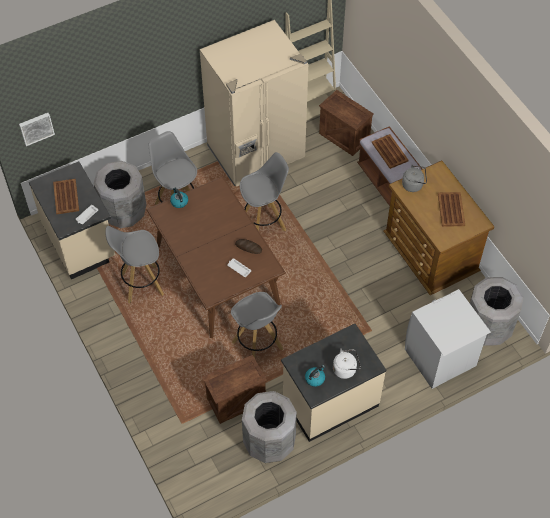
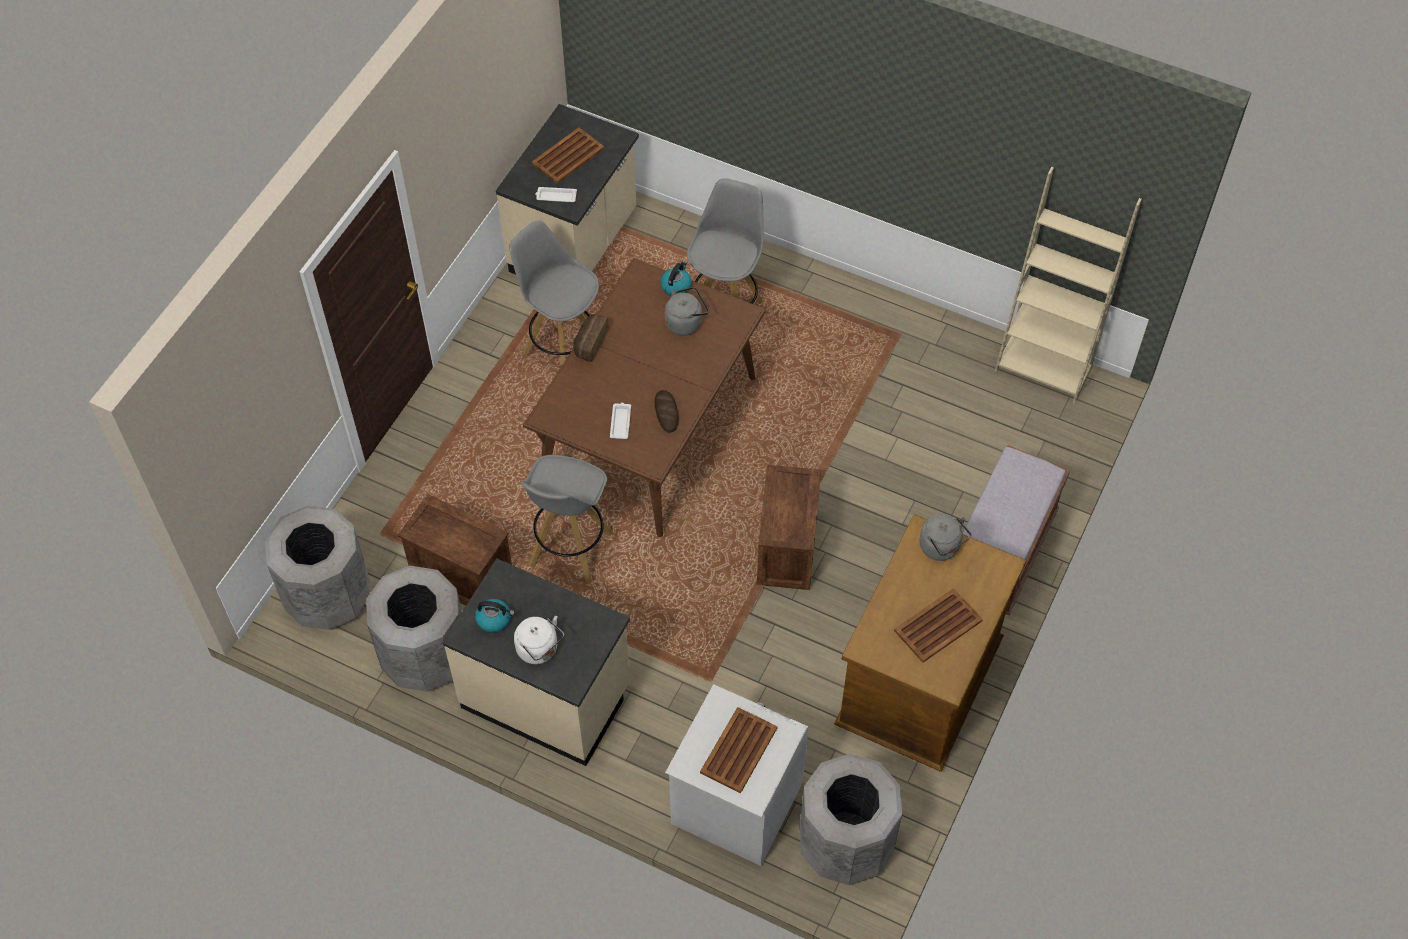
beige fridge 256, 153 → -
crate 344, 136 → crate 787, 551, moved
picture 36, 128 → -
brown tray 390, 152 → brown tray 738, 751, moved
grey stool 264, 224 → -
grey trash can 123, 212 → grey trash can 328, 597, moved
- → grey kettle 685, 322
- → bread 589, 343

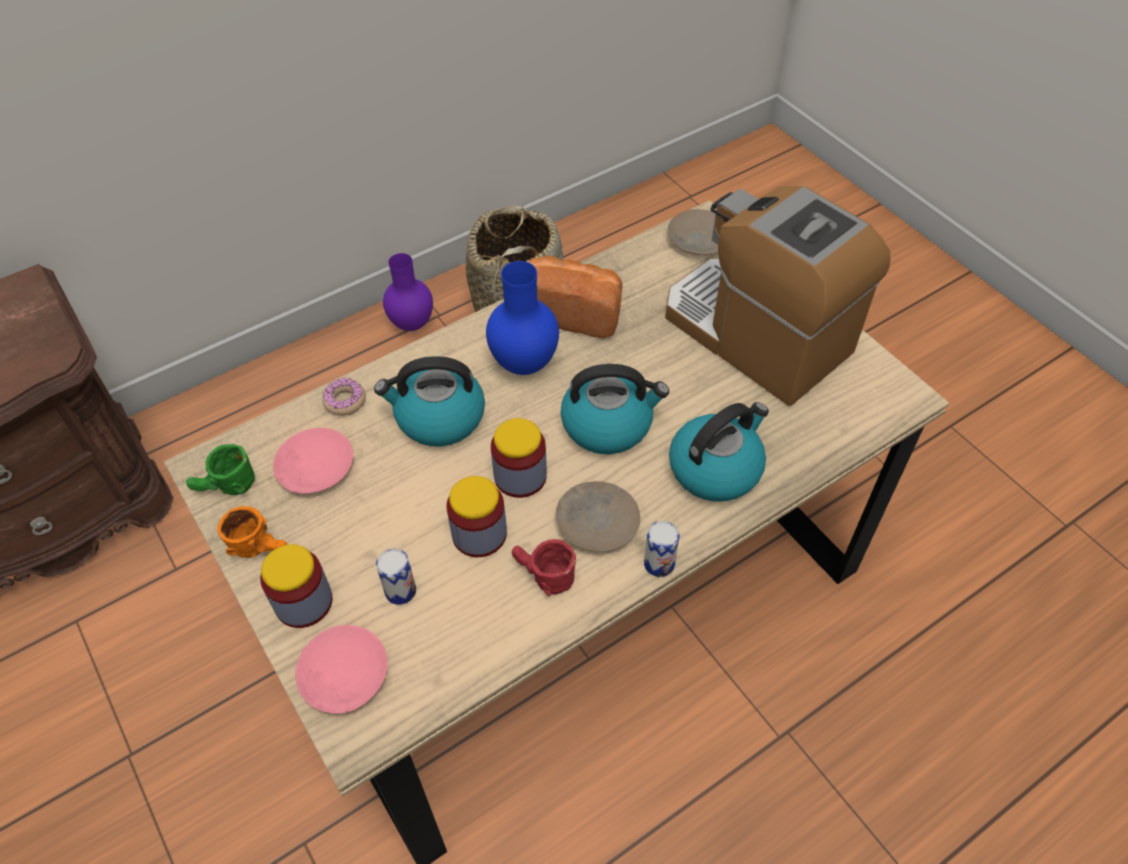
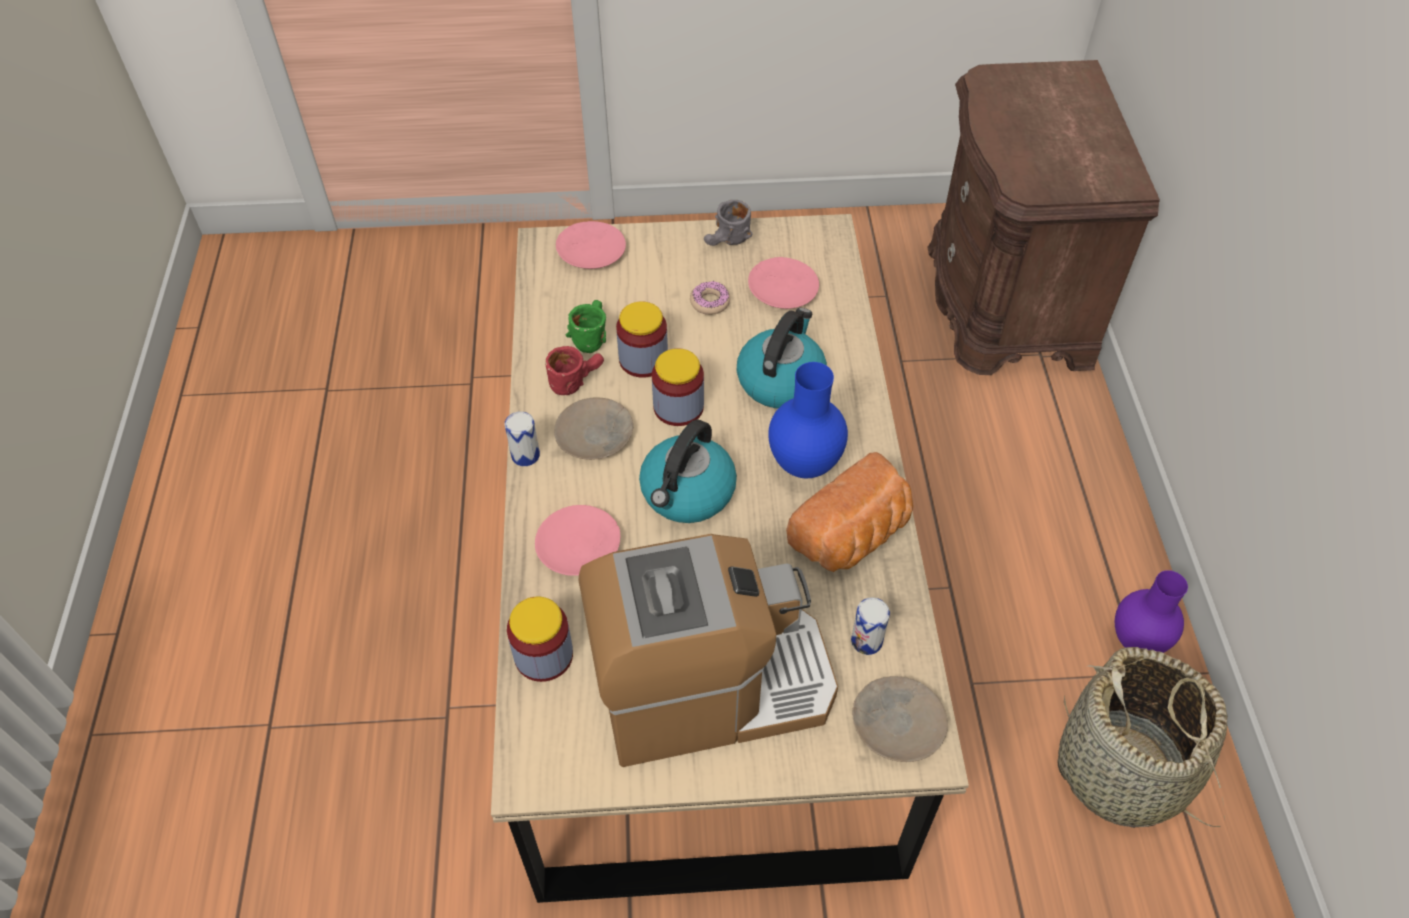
donut 345, 401 → donut 710, 302, moved
kettle 715, 468 → pink plate 580, 547
green mug 226, 488 → green mug 590, 335, moved
orange mug 262, 547 → grey mug 727, 242
jar 303, 602 → jar 543, 655, moved
can 400, 591 → can 866, 641, moved

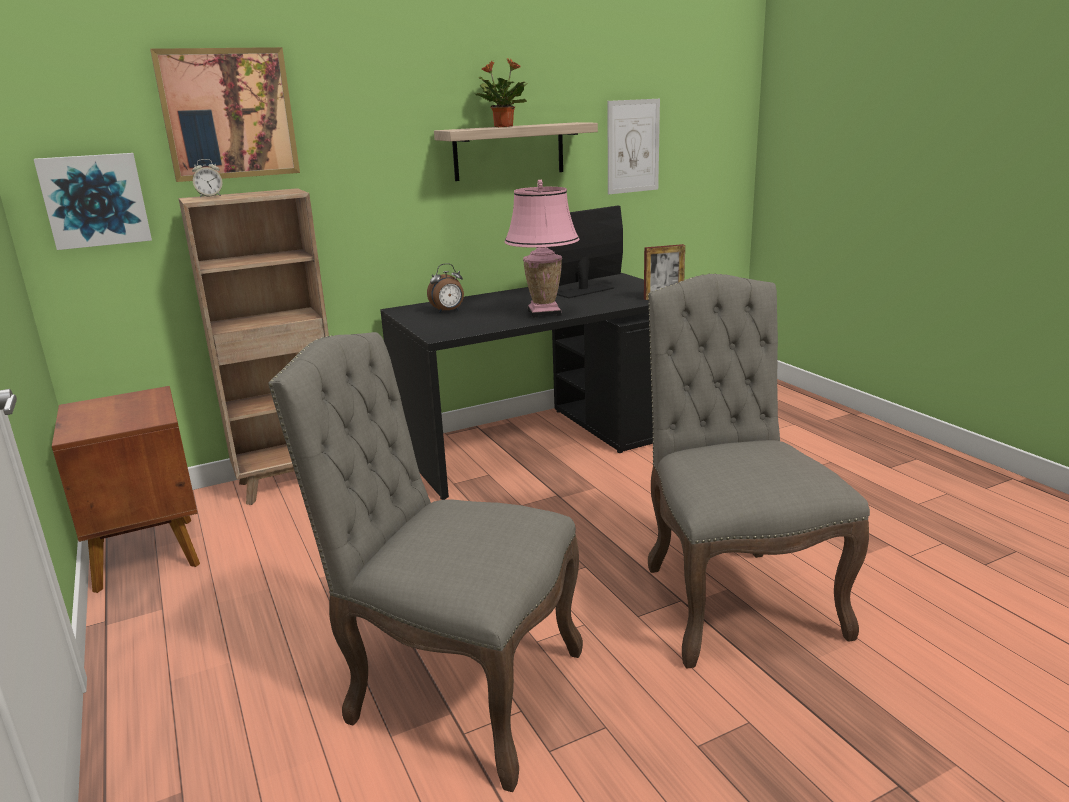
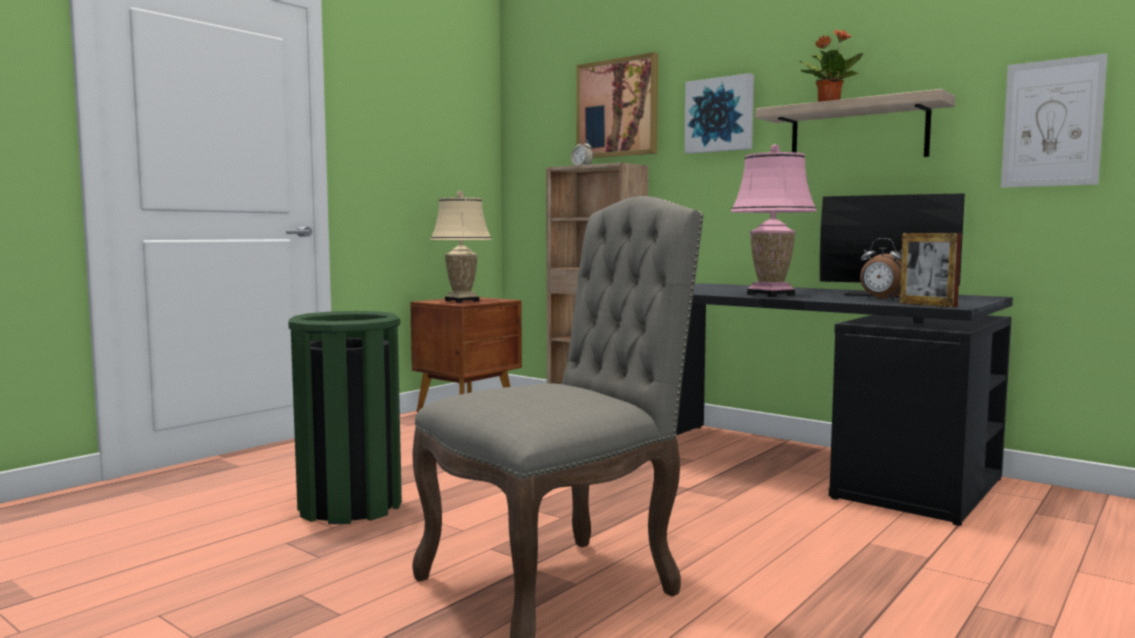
picture 95, 200 → picture 720, 115, moved
alarm clock 448, 311 → alarm clock 881, 299, moved
grey chair 459, 691 → green trash can 350, 506
- → beige table lamp 461, 301

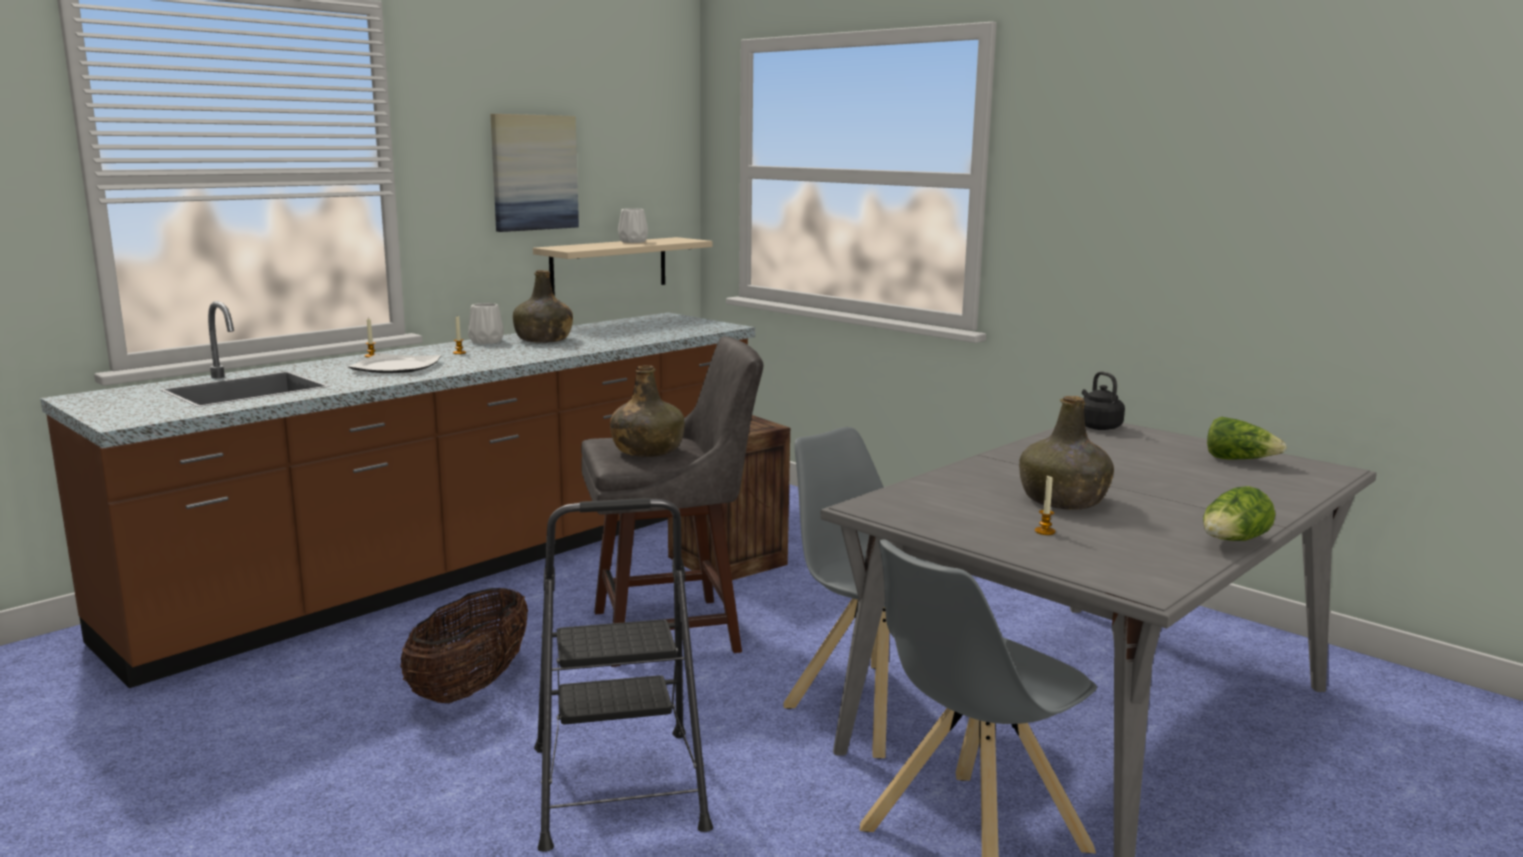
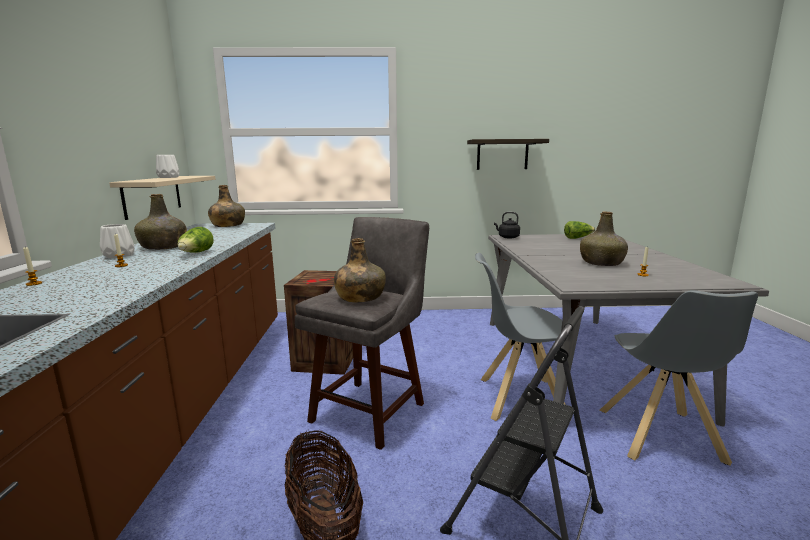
picture 534, 172 → -
plate 396, 367 → -
lettuce 1233, 542 → lettuce 196, 253, moved
- → shelf 502, 154
- → green bottle 227, 225

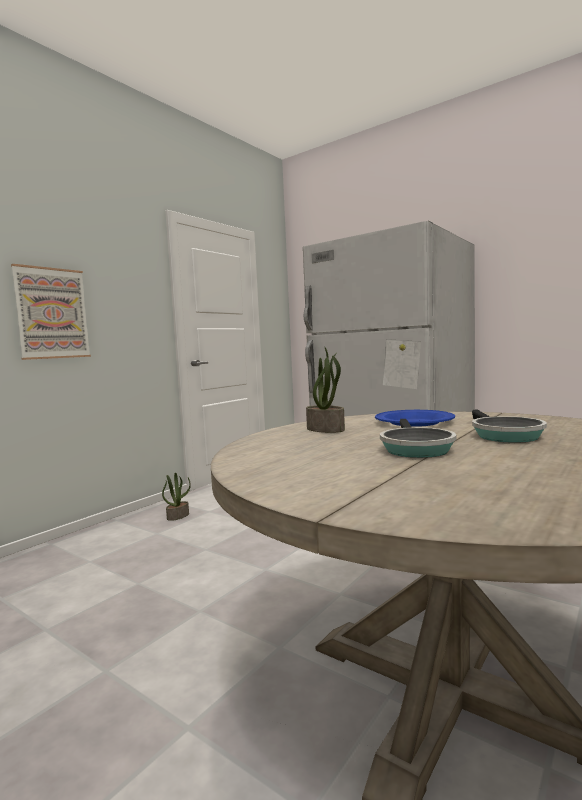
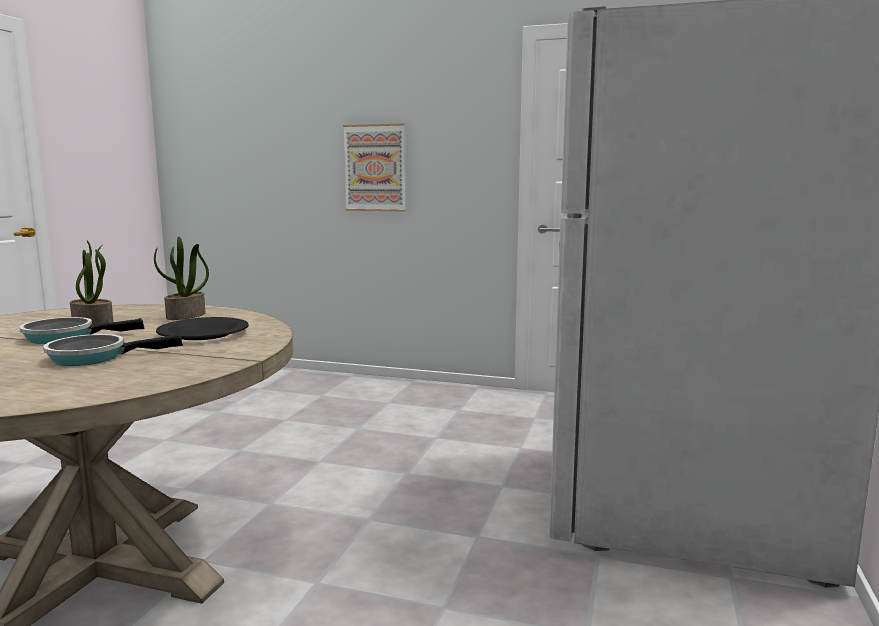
blue plate 413, 422 → black plate 204, 334
potted plant 178, 516 → potted plant 94, 323, moved

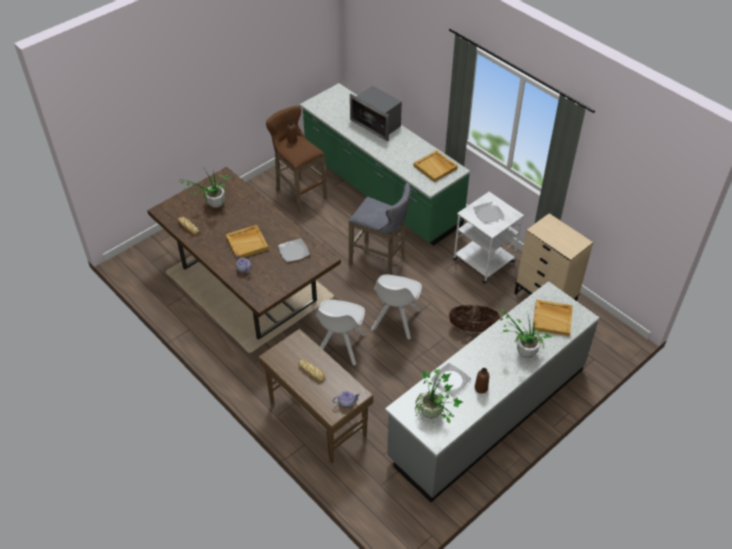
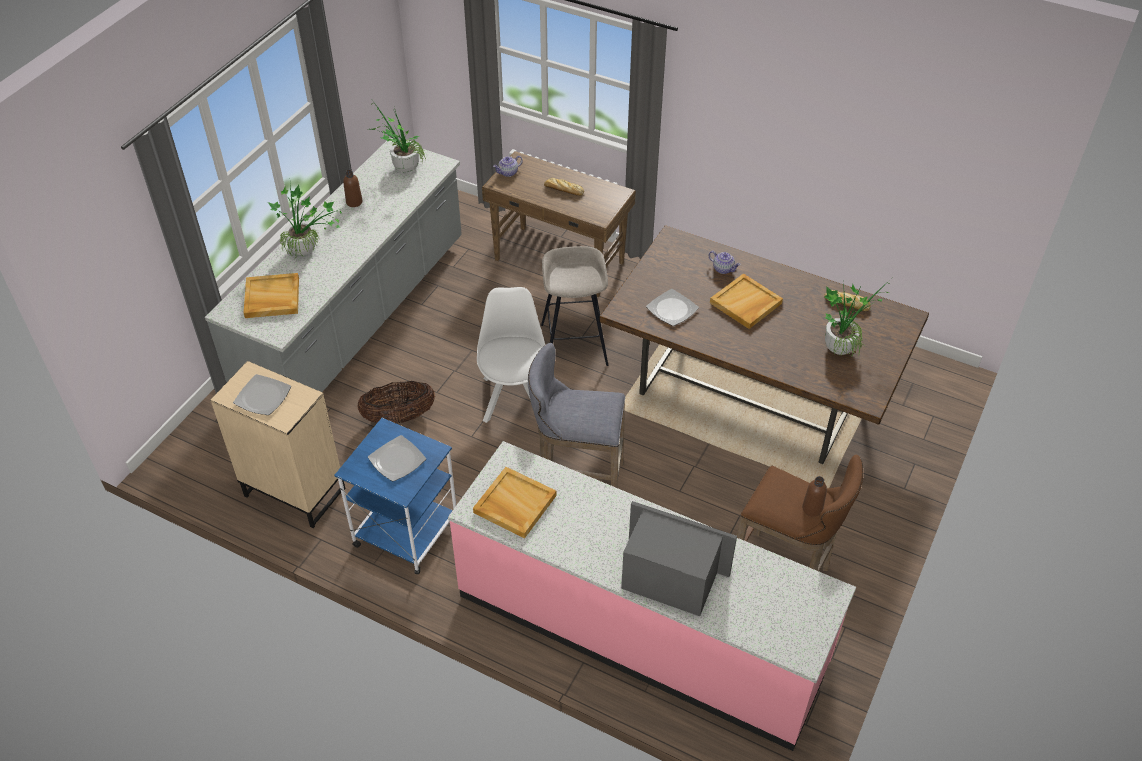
green counter 380, 190 → pink counter 640, 629
white cart 484, 261 → blue cart 405, 531
white chair 340, 346 → grey stool 574, 344
plate 450, 380 → plate 263, 396, moved

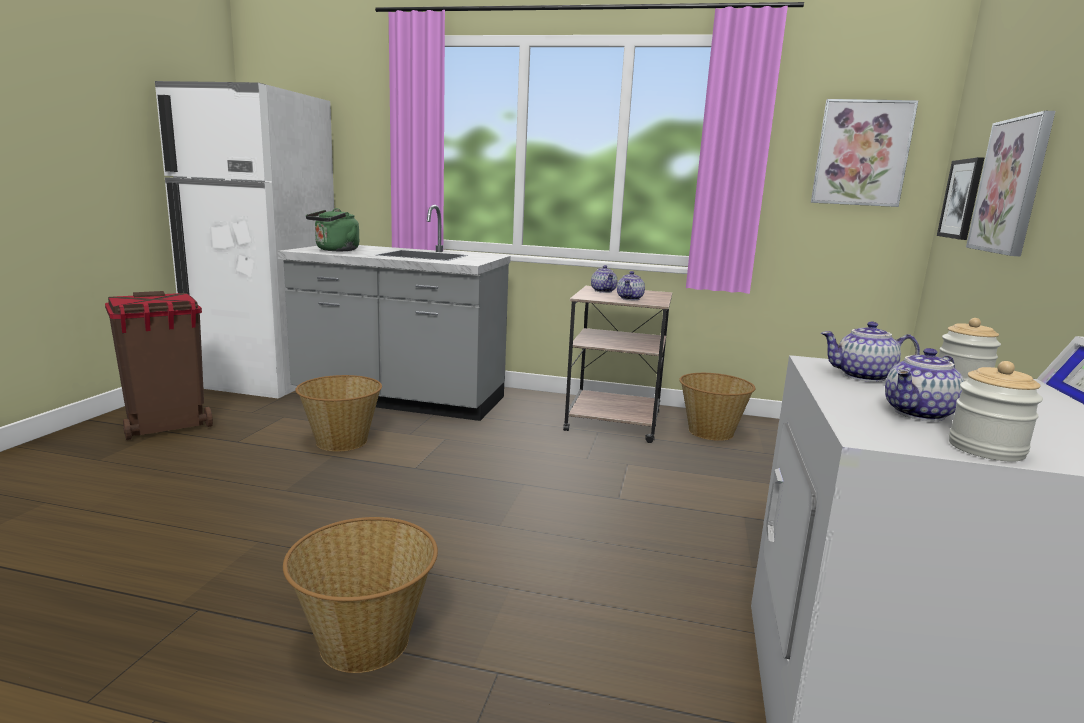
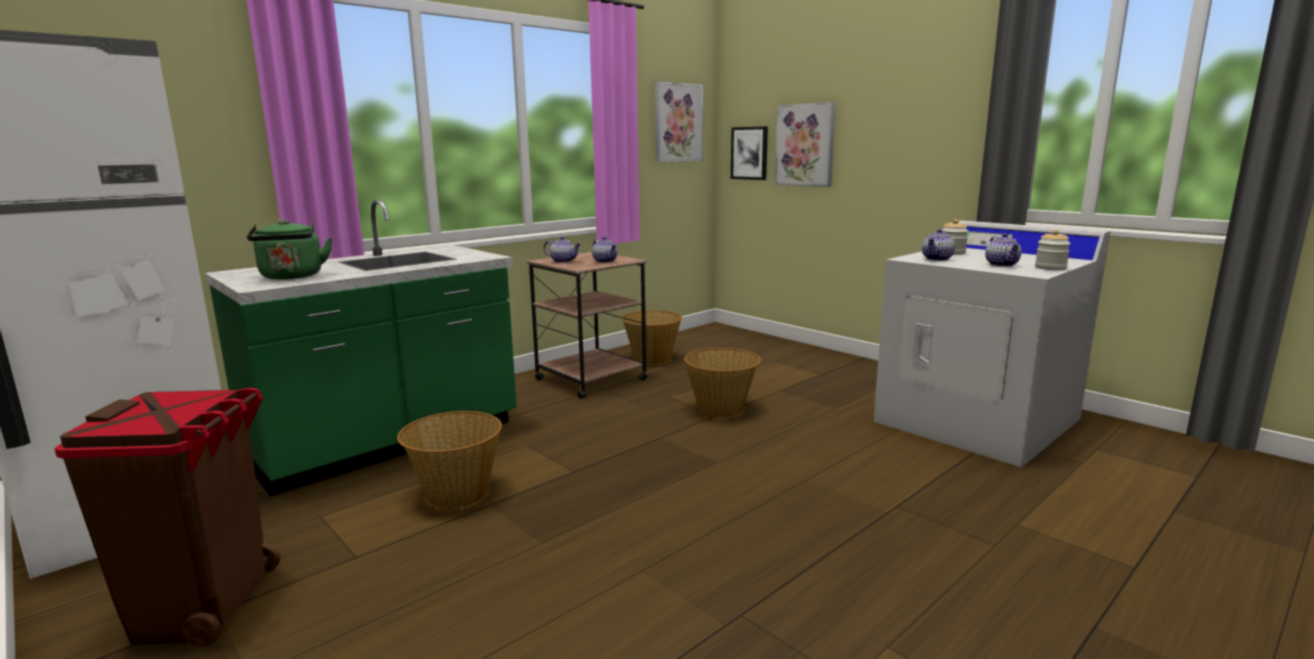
grey counter 400, 400 → green counter 388, 444
basket 365, 643 → basket 721, 409, moved

